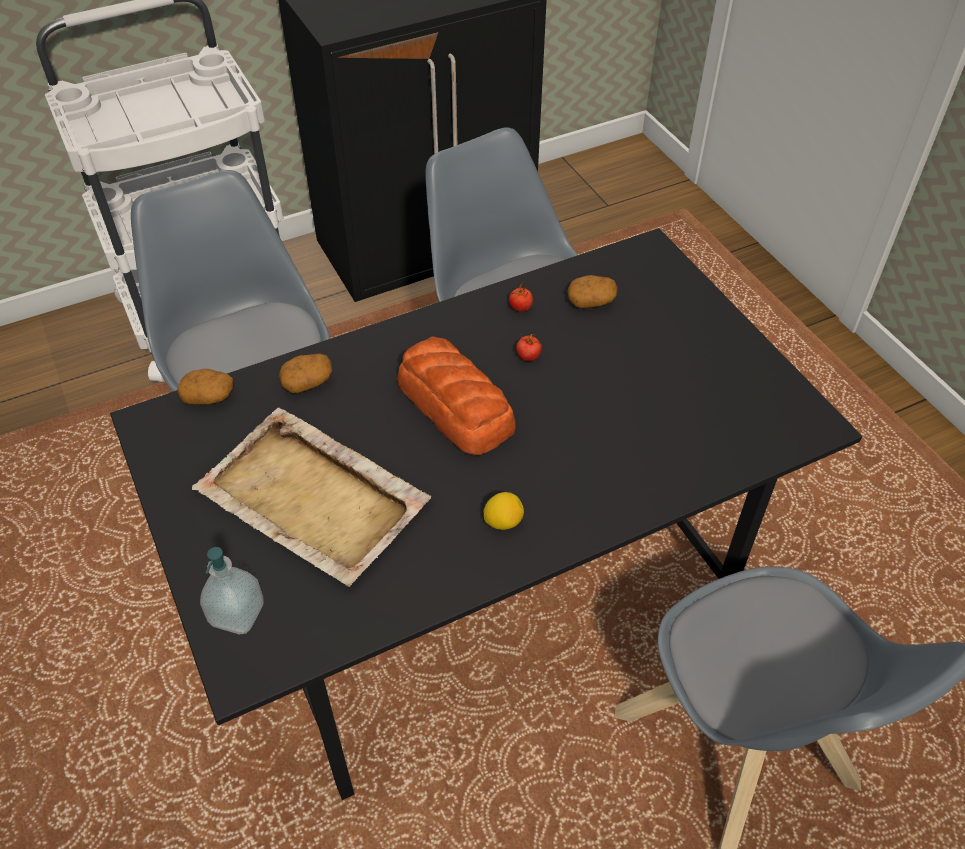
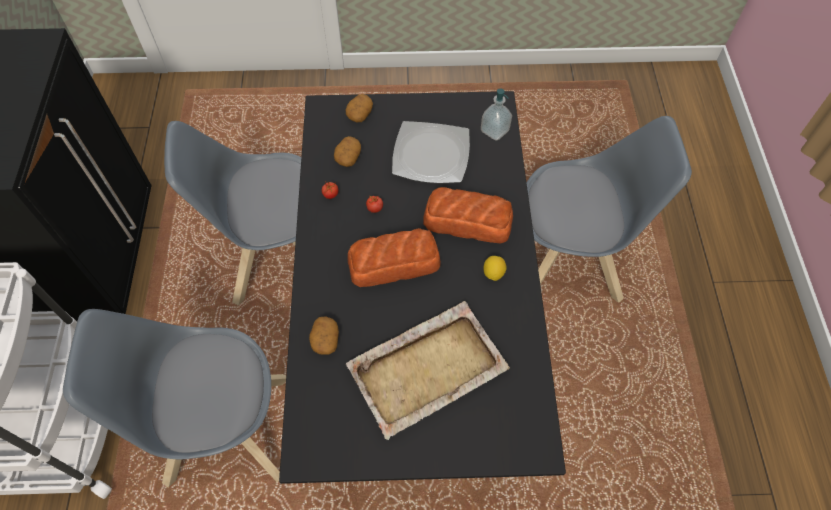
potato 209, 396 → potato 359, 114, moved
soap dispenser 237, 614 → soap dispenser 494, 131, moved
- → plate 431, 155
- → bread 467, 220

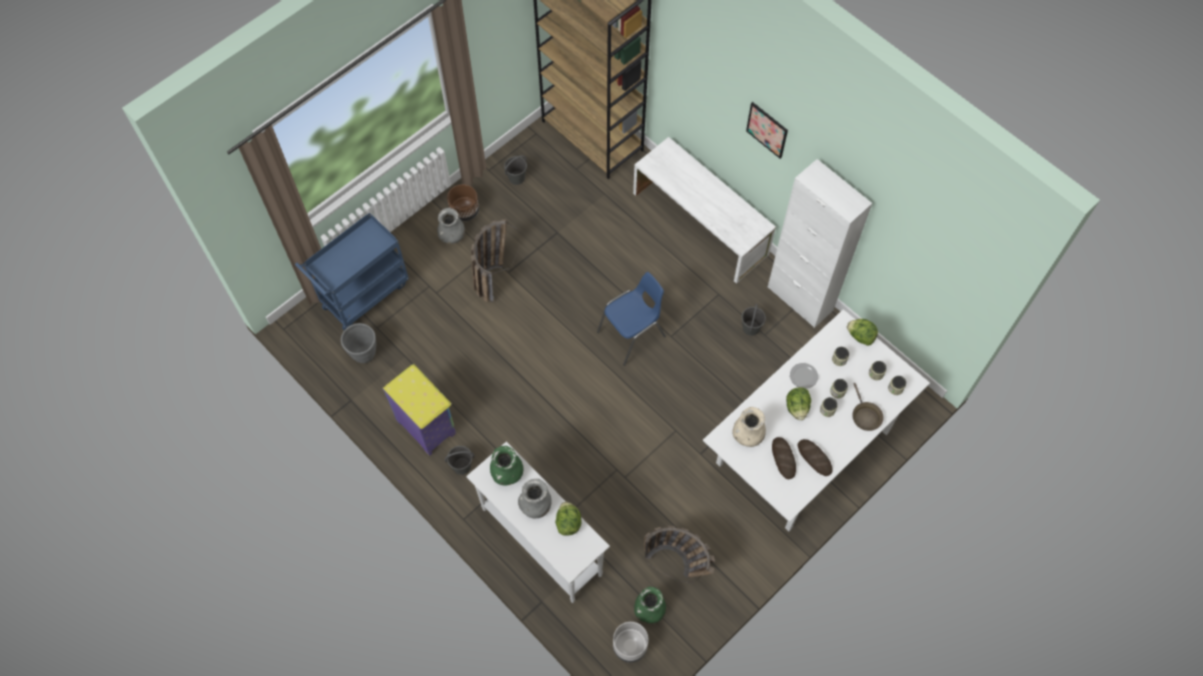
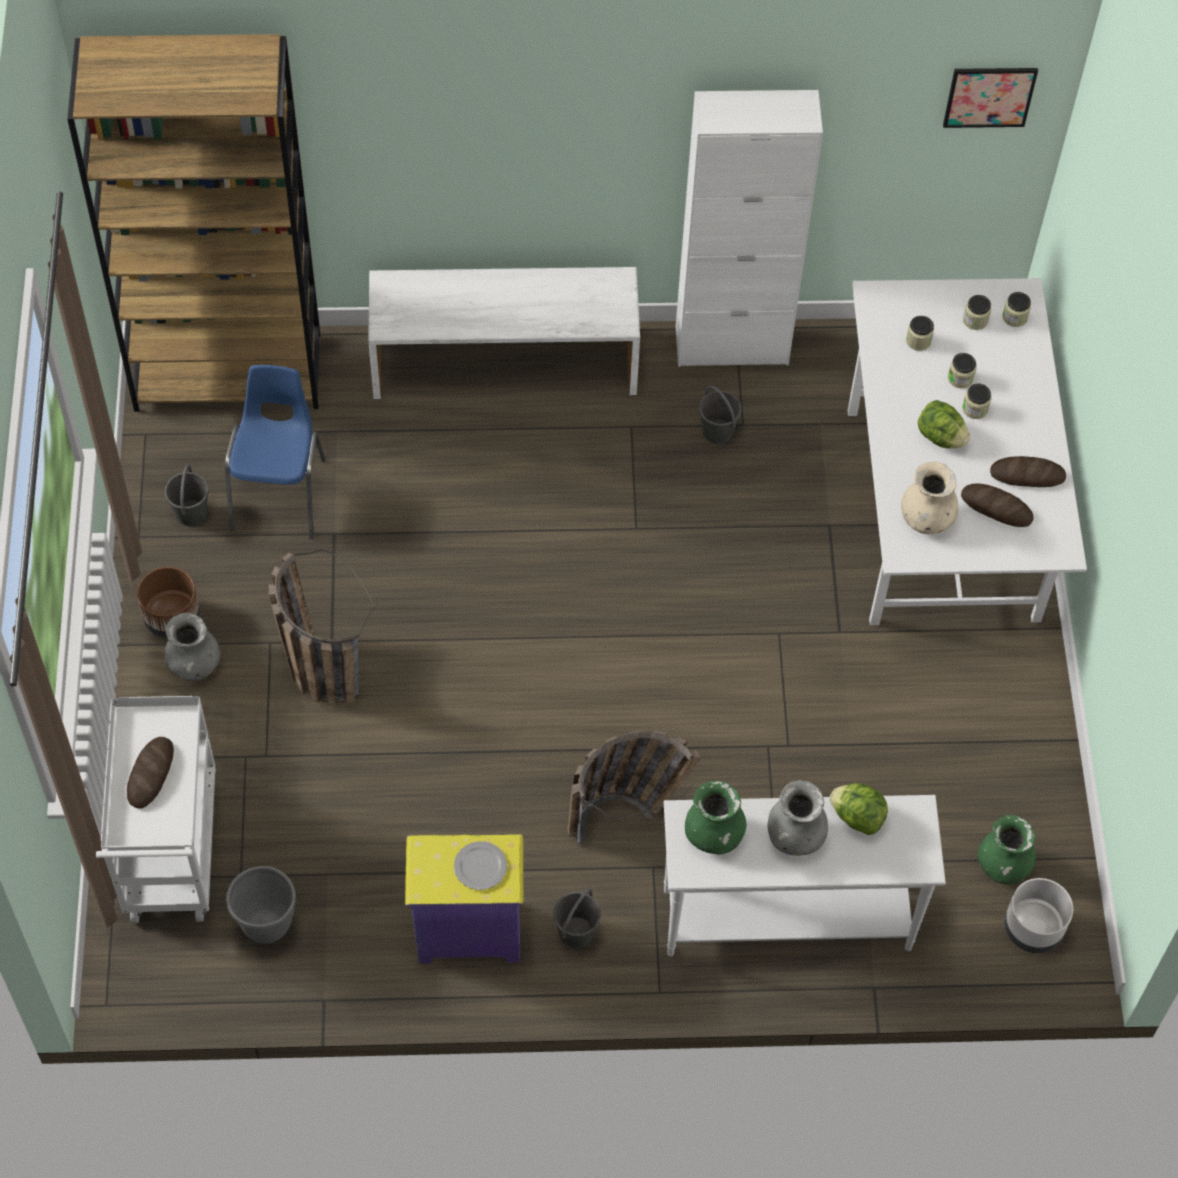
picture 767, 130 → picture 989, 96, moved
blue cart 364, 298 → white cart 172, 856
blue chair 632, 334 → blue chair 280, 493, moved
lettuce 860, 336 → -
plate 804, 376 → plate 481, 866, moved
brown frying pan 865, 416 → -
basket 679, 565 → basket 628, 813, moved
- → bread 151, 774

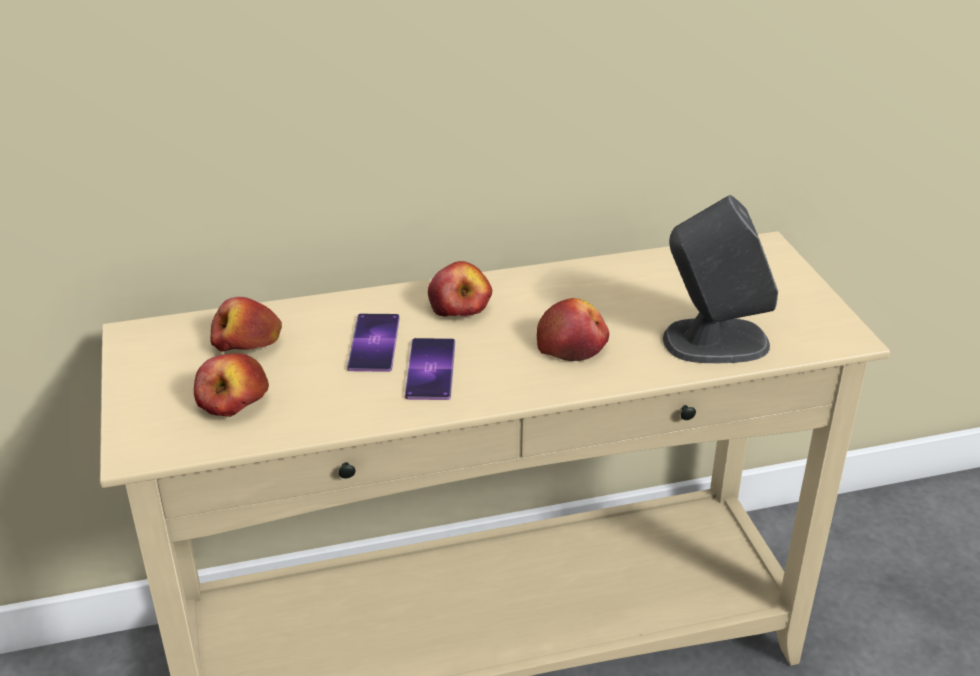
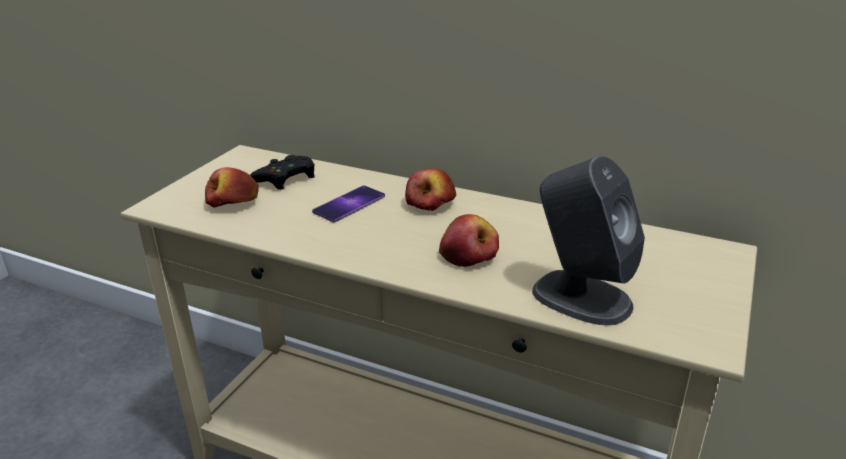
apple 247, 343 → black game controller 285, 178
phone 430, 369 → -

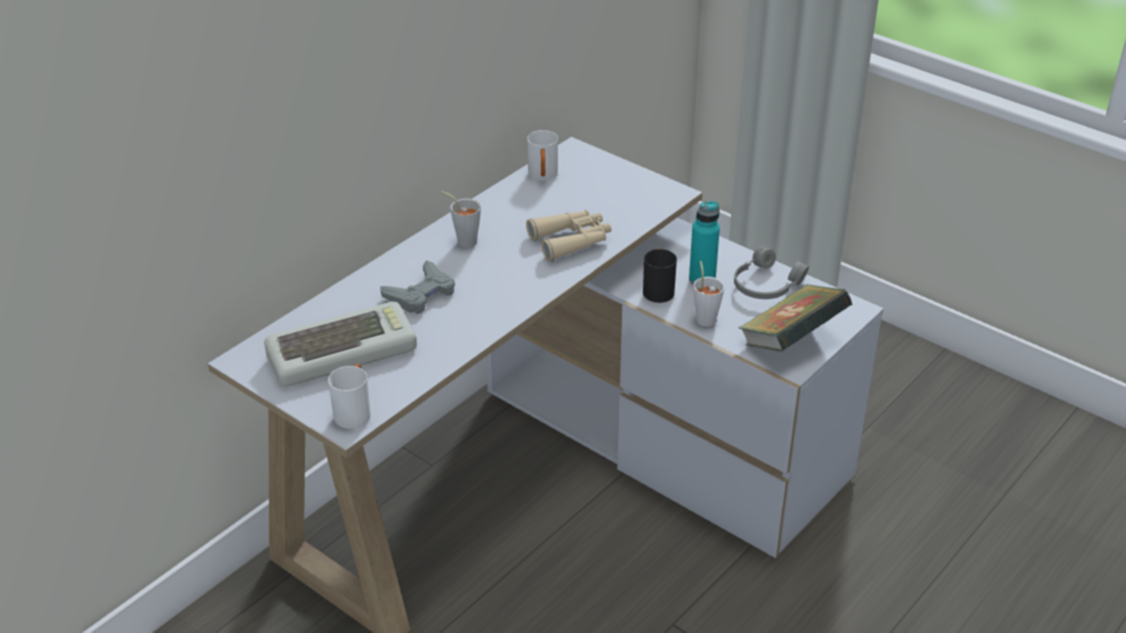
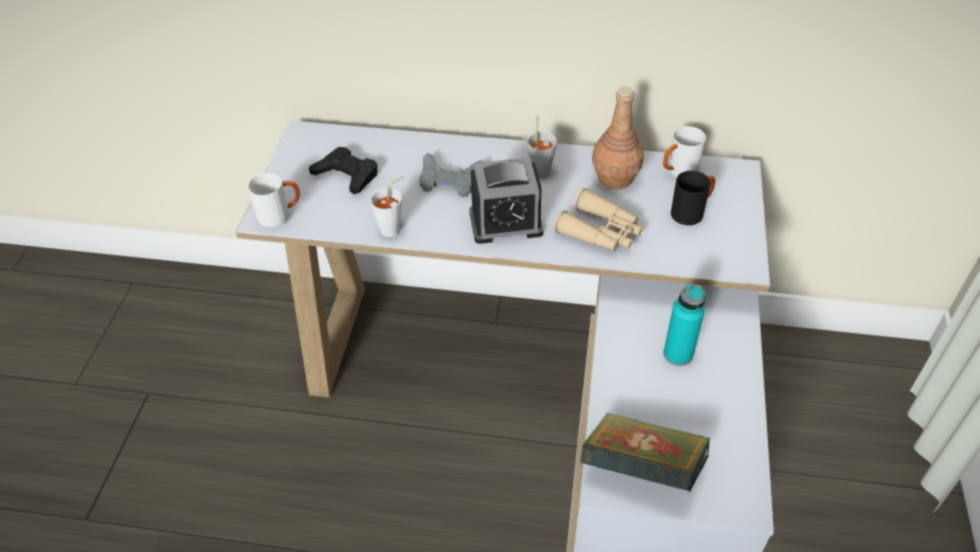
grey headphones 765, 285 → -
black mug 657, 290 → black mug 691, 212, moved
white cup 705, 317 → white cup 394, 228, moved
keyboard 342, 351 → black game controller 347, 175
- → brown bottle 615, 178
- → alarm clock 506, 223

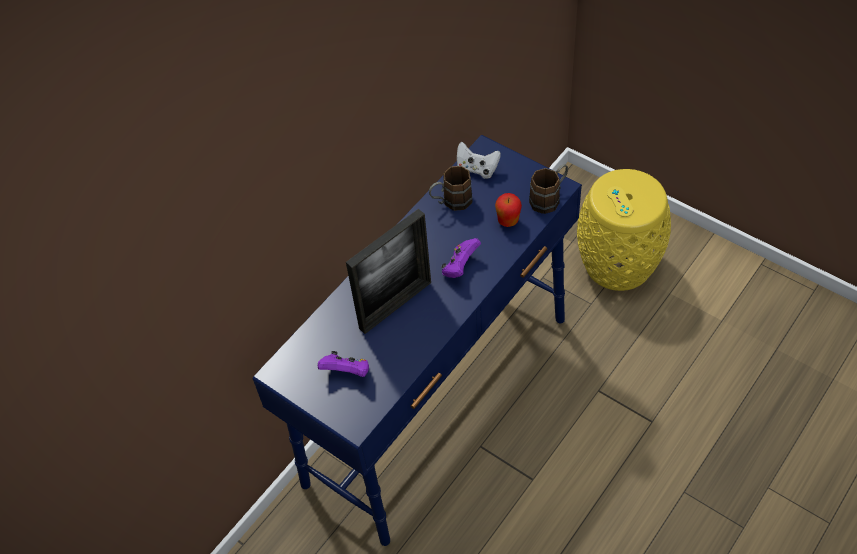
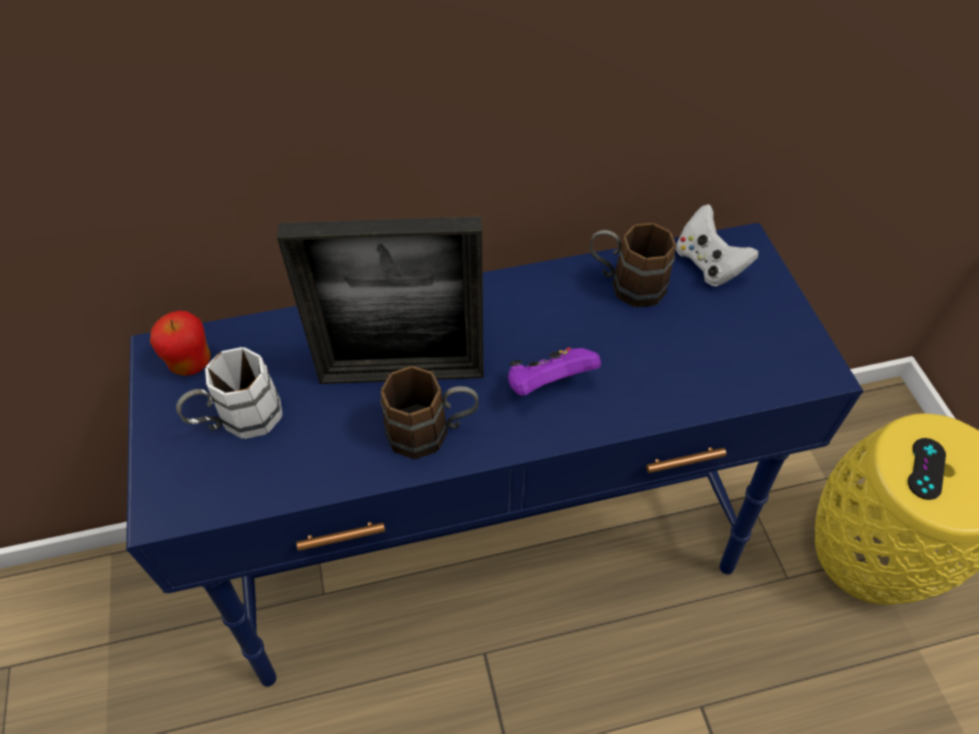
brown mug 549, 198 → brown mug 432, 432, moved
yellow game controller 620, 202 → black game controller 926, 468
apple 508, 221 → apple 191, 363, moved
purple game controller 347, 372 → white mug 238, 421

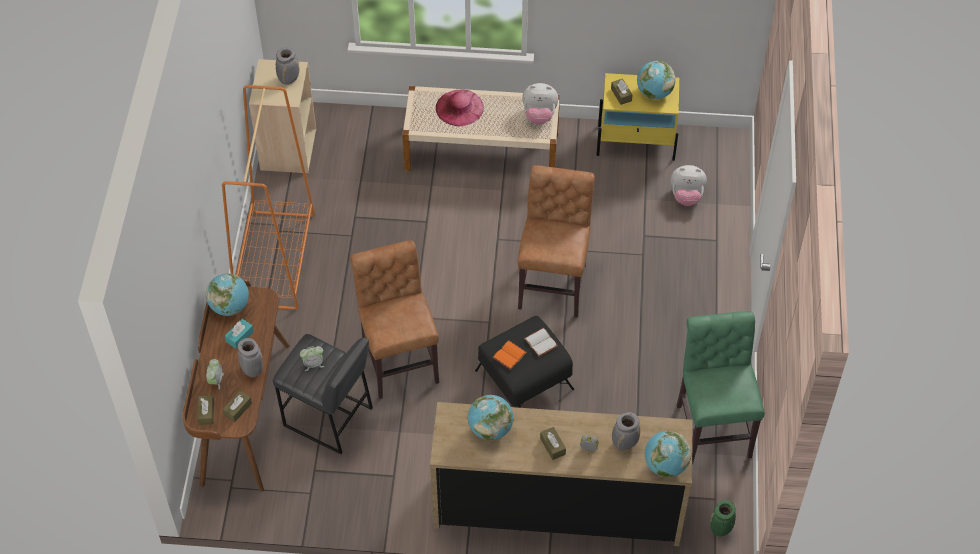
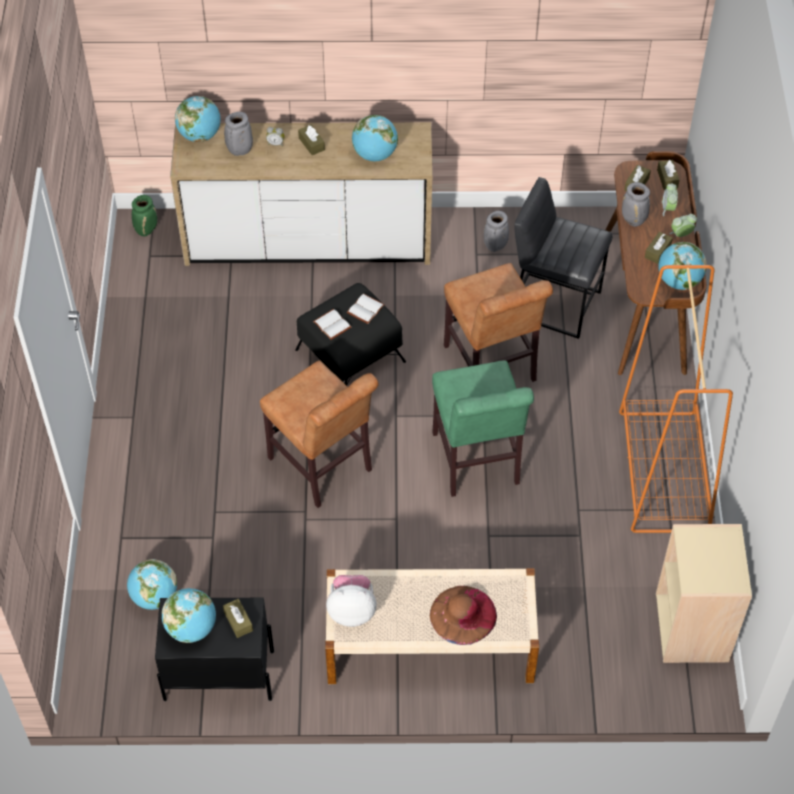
grey vase 289, 79 → grey vase 495, 247, moved
yellow nightstand 636, 143 → black nightstand 218, 675
pink hat 459, 107 → brown hat 463, 615
brown chair 553, 283 → brown chair 323, 468, 45 degrees counterclockwise
plush toy 686, 196 → globe 154, 597
green chair 712, 427 → green chair 477, 463, moved
turquoise tissue box 240, 337 → brown tissue box 657, 251
orange book 510, 356 → white book 365, 308
alarm clock 313, 364 → alarm clock 681, 235, moved

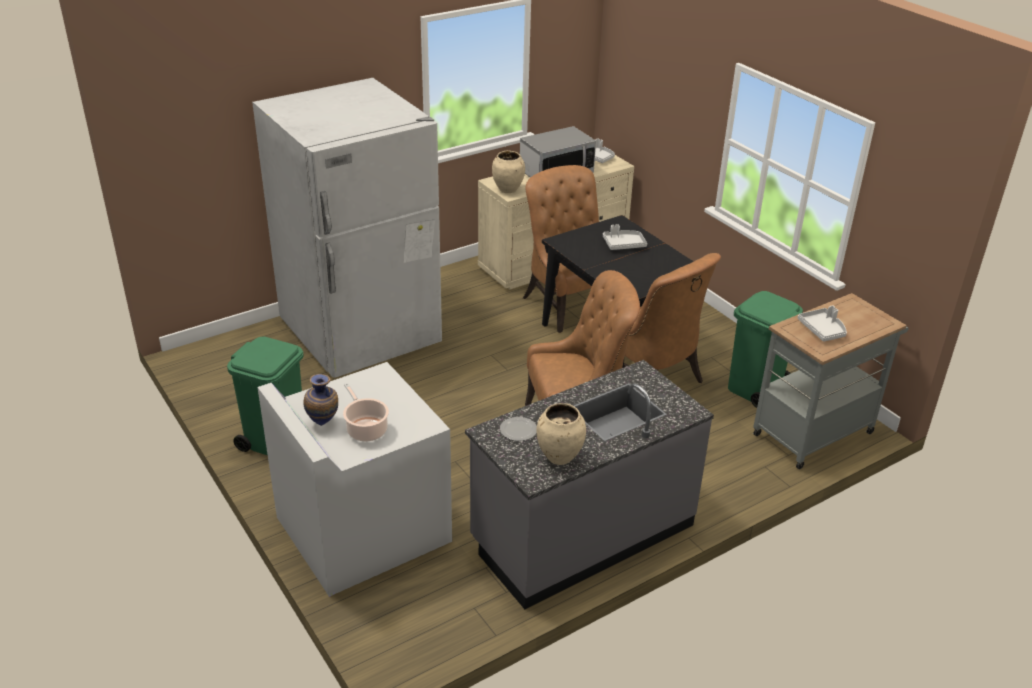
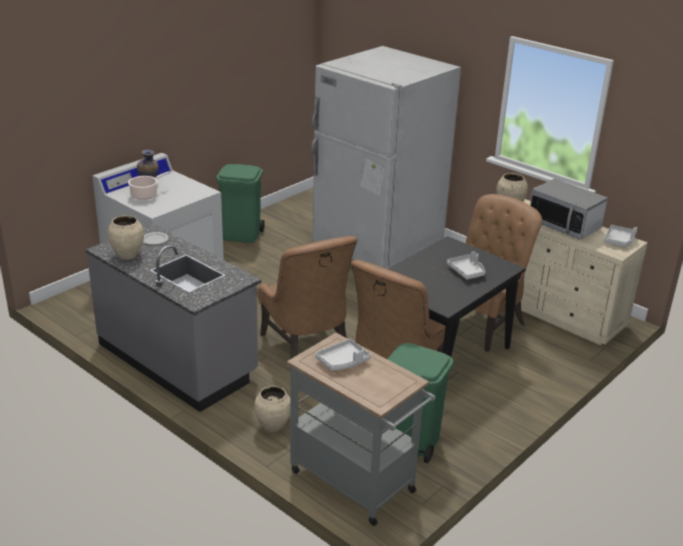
- → beige vase 272, 426

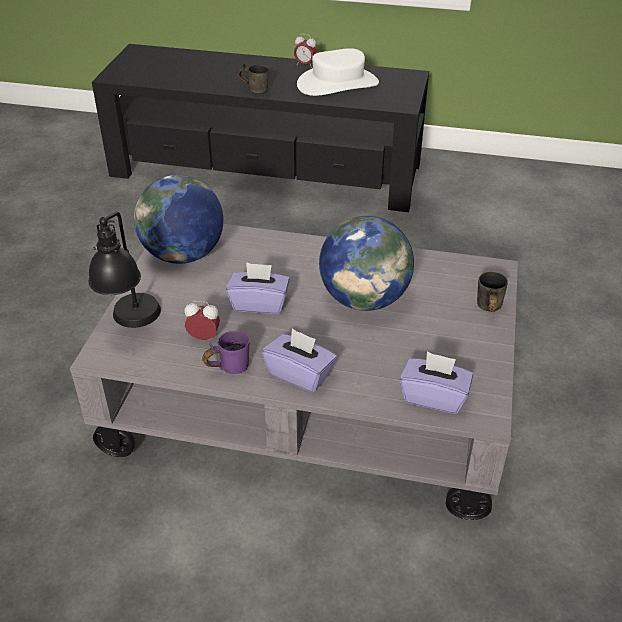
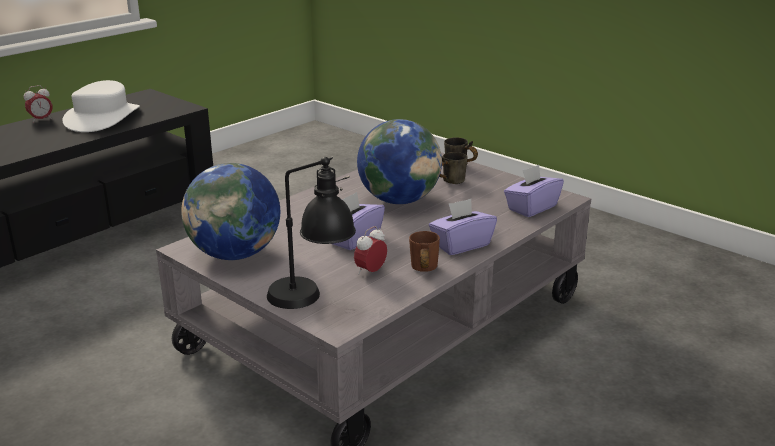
grey mug 255, 89 → grey mug 448, 182, moved
purple mug 227, 366 → brown mug 421, 270

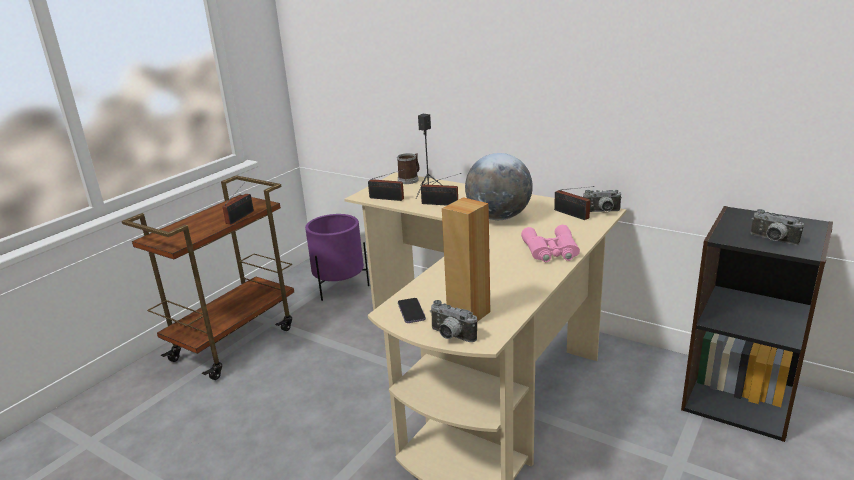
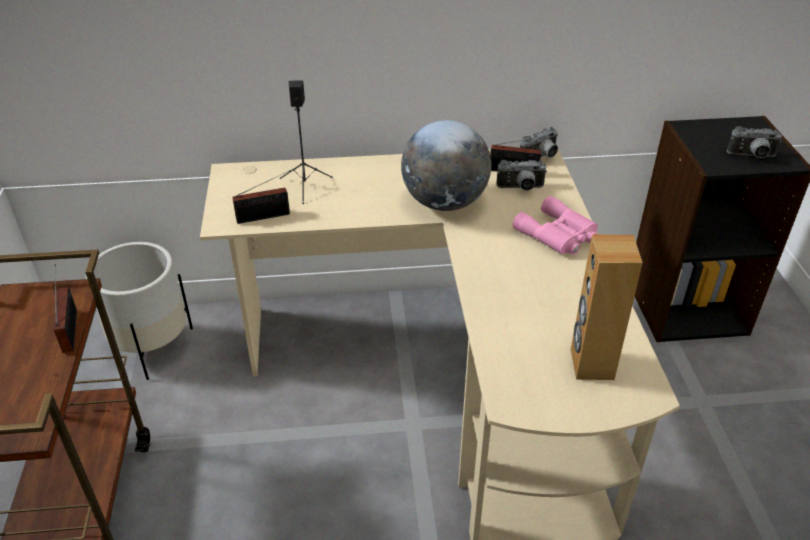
mug 410, 179 → -
radio 442, 204 → -
purple planter 340, 287 → white planter 152, 347
phone 411, 312 → -
photo camera 450, 336 → photo camera 521, 188, moved

